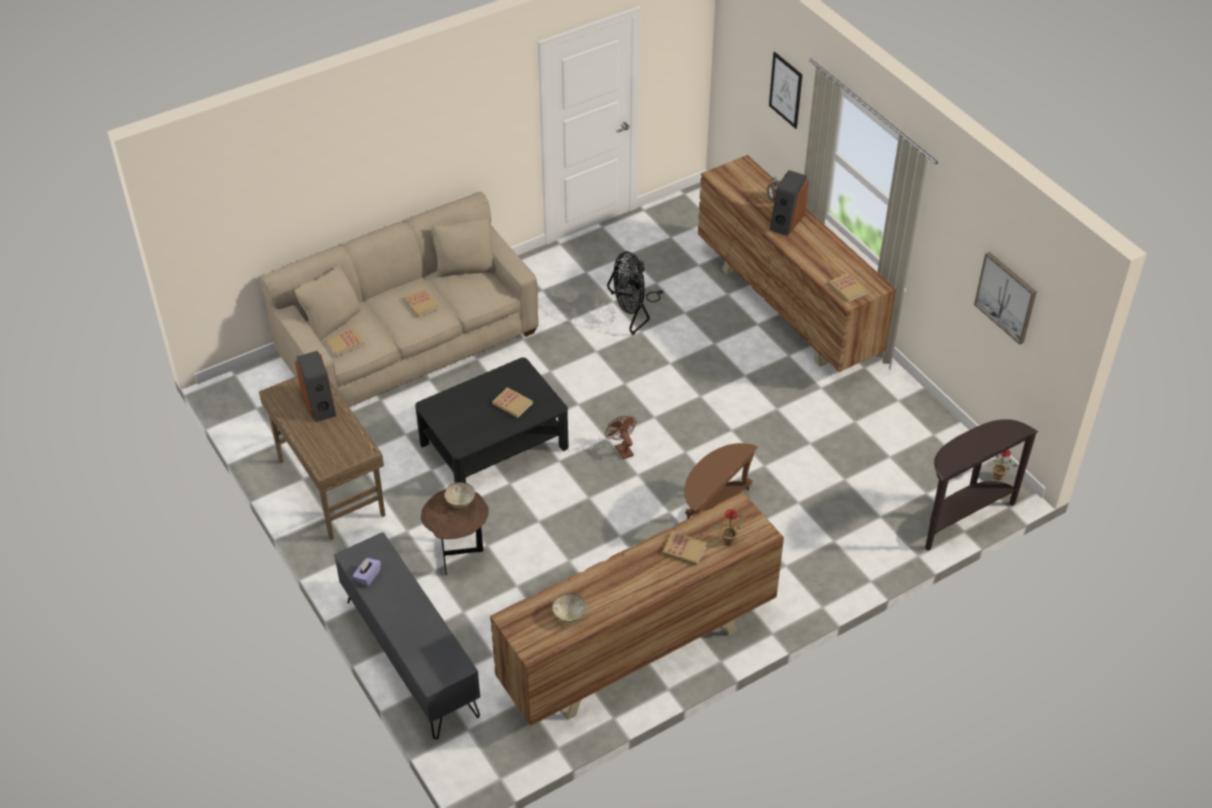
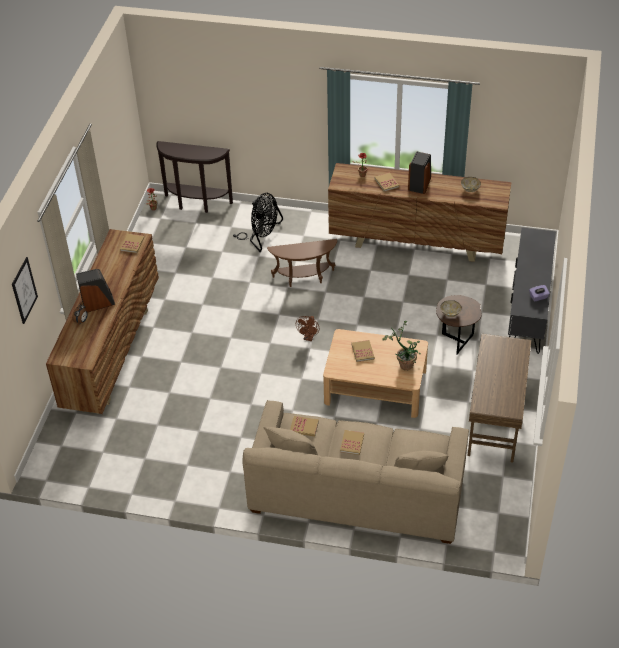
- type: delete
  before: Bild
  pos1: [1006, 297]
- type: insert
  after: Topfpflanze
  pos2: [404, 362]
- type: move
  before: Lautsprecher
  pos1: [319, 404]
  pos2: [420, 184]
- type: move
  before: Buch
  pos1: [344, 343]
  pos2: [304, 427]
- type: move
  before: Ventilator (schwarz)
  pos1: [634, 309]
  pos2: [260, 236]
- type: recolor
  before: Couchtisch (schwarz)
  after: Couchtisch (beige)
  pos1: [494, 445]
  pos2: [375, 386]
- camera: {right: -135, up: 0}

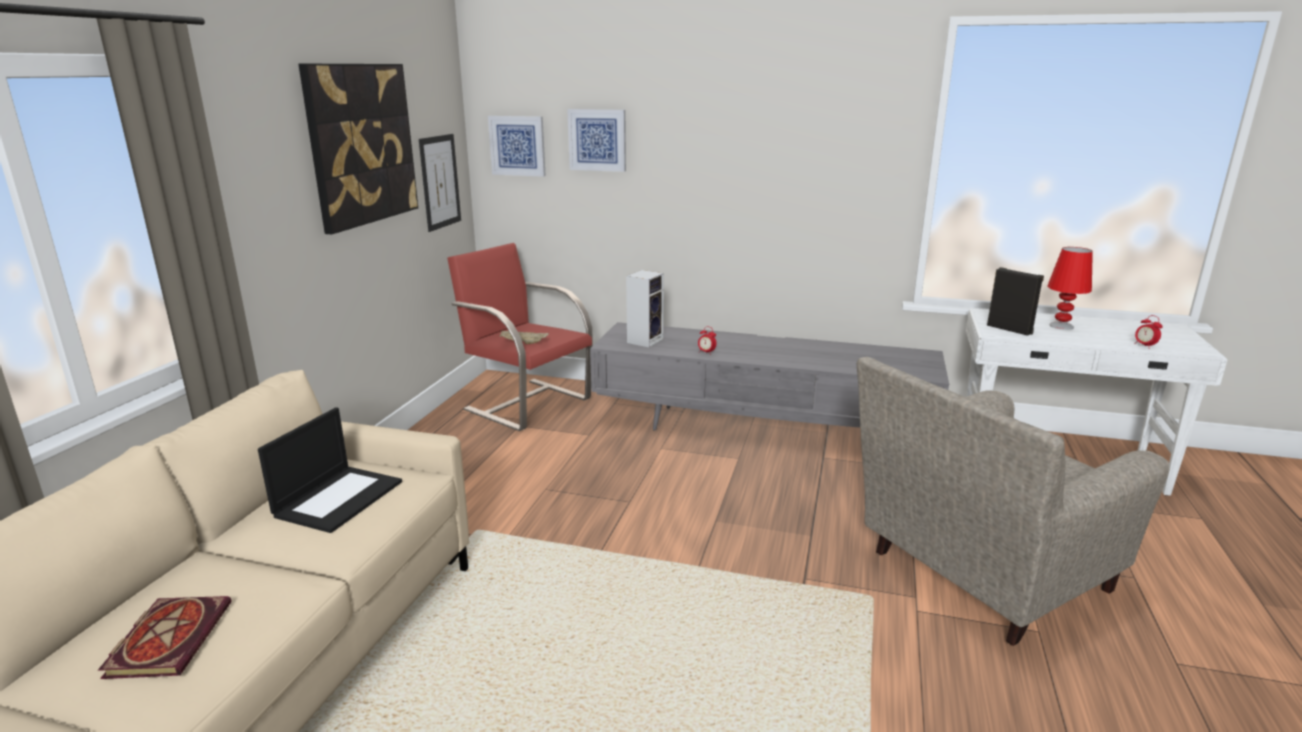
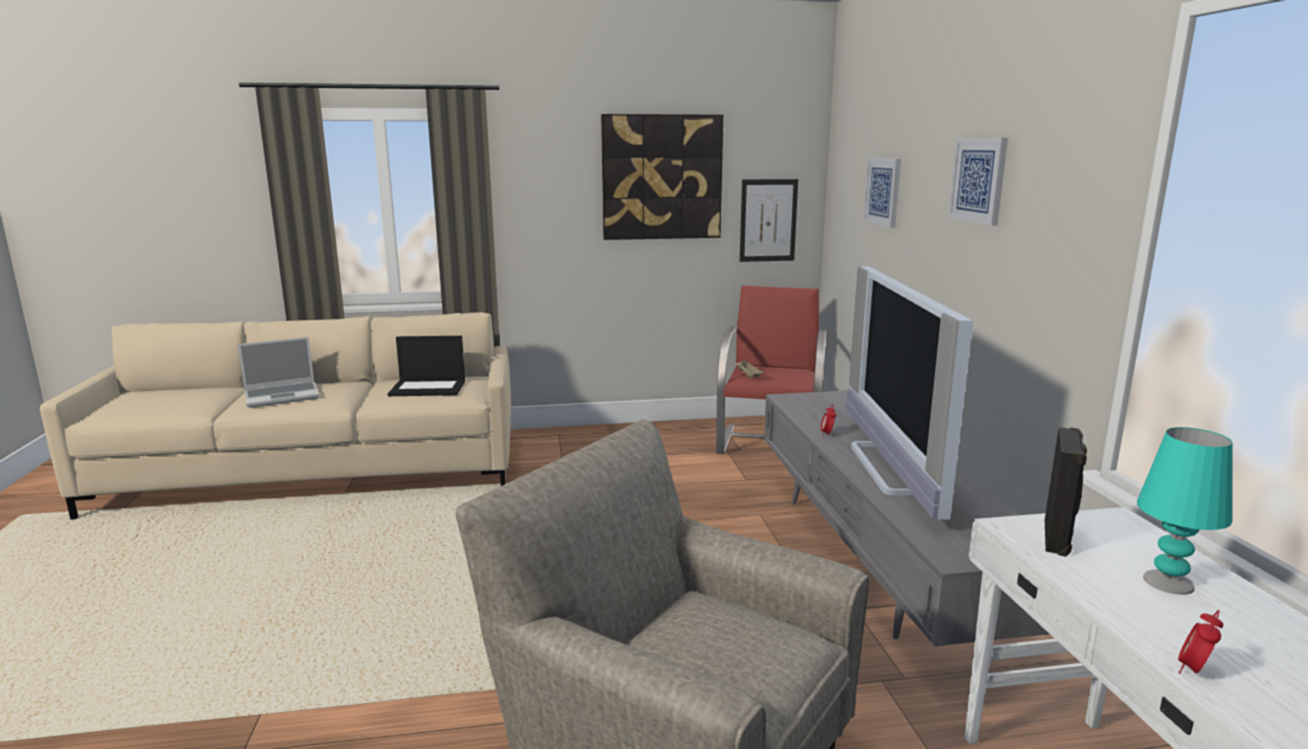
- type: delete
  before: Lautsprecher
  pos1: [645, 340]
- type: insert
  after: Fernseher
  pos2: [891, 468]
- type: move
  before: Bild
  pos1: [517, 146]
  pos2: [978, 180]
- type: replace
  before: Buch
  after: Laptop
  pos1: [169, 638]
  pos2: [283, 396]
- type: recolor
  before: Tischlampe (rot)
  after: Tischlampe (türkis)
  pos1: [1061, 326]
  pos2: [1167, 582]
- camera: {right: 65, up: -5}

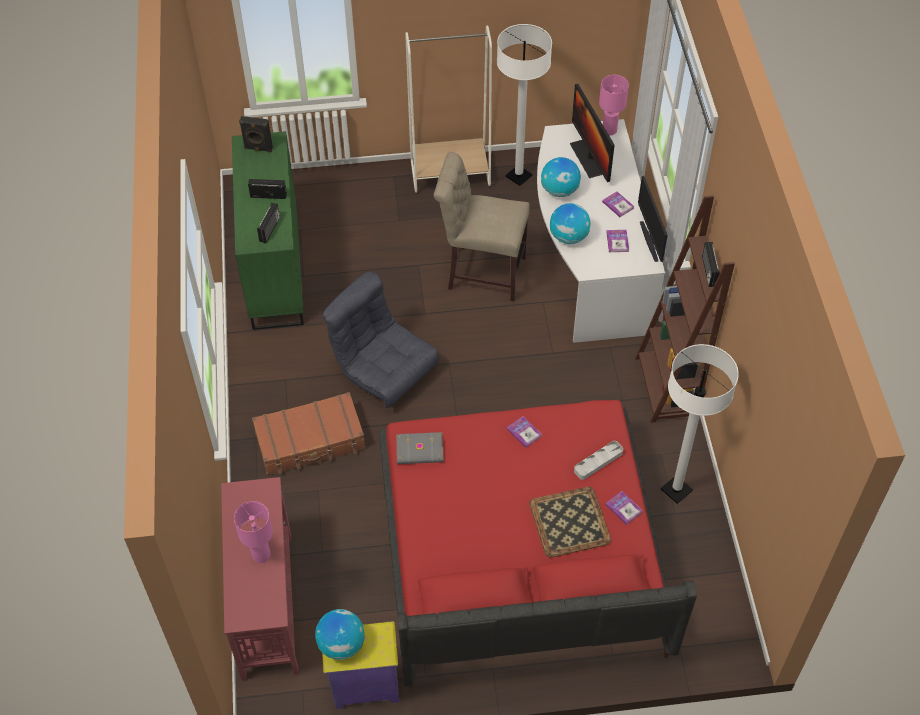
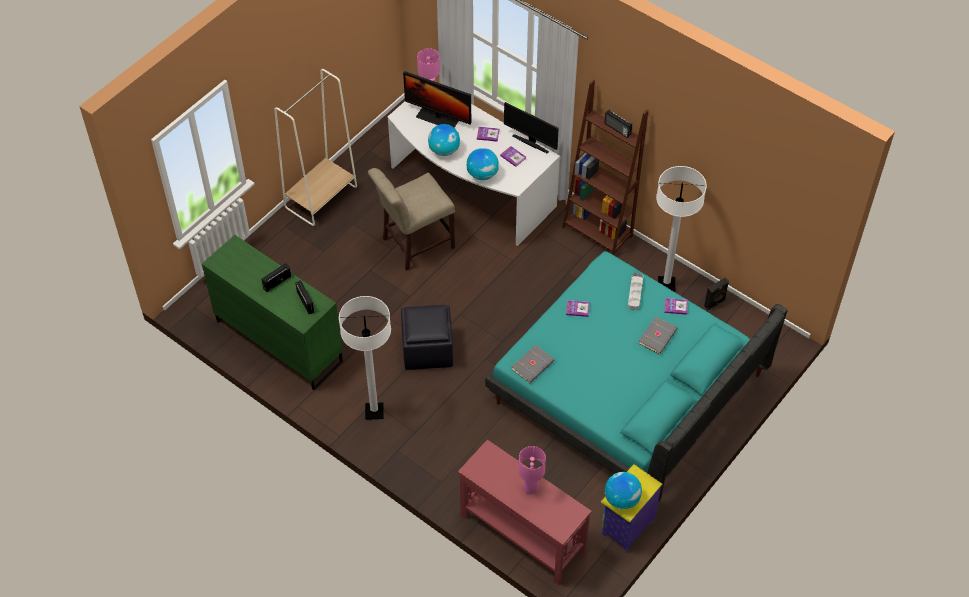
- type: delete
  before: Koffer (braun)
  pos1: [310, 441]
- type: move
  before: Lautsprecher (schwarz)
  pos1: [258, 149]
  pos2: [715, 303]
- type: move
  before: Stehlampe (weiß)
  pos1: [518, 176]
  pos2: [374, 411]
- type: replace
  before: Sessel (grau)
  after: Polsterhocker (schwarz)
  pos1: [384, 371]
  pos2: [427, 349]
- type: replace
  before: Tablett
  after: Buch (grau)
  pos1: [570, 522]
  pos2: [658, 337]
- type: recolor
  before: Bett (rot)
  after: Bett (türkis)
  pos1: [520, 557]
  pos2: [627, 389]
- camera: {right: -45, up: 0}

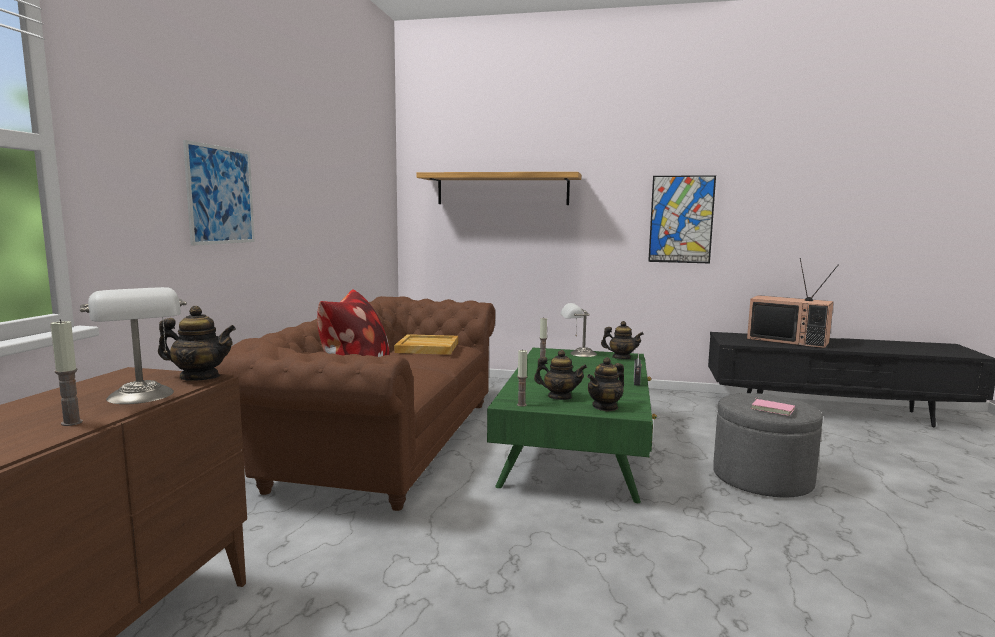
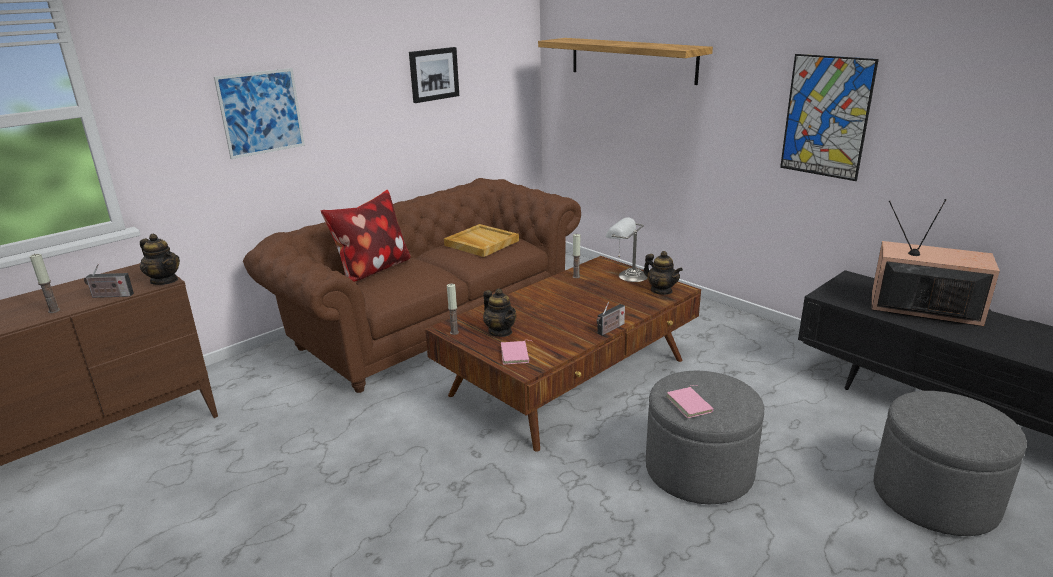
- type: insert
  after: Bild
  pos2: [433, 74]
- type: insert
  after: Polsterhocker (grau)
  pos2: [934, 497]
- type: replace
  before: Tischlampe (weiß)
  after: Radio
  pos1: [144, 398]
  pos2: [110, 296]
- type: replace
  before: Teekanne
  after: Buch (rosa)
  pos1: [605, 407]
  pos2: [516, 355]
- type: recolor
  before: Couchtisch (grün)
  after: Couchtisch (braun)
  pos1: [577, 449]
  pos2: [570, 377]
- type: rotate
  before: Fernseher
  pos1: [789, 341]
  pos2: [923, 309]
  turn: 135
- camera: {right: 35, up: 15}

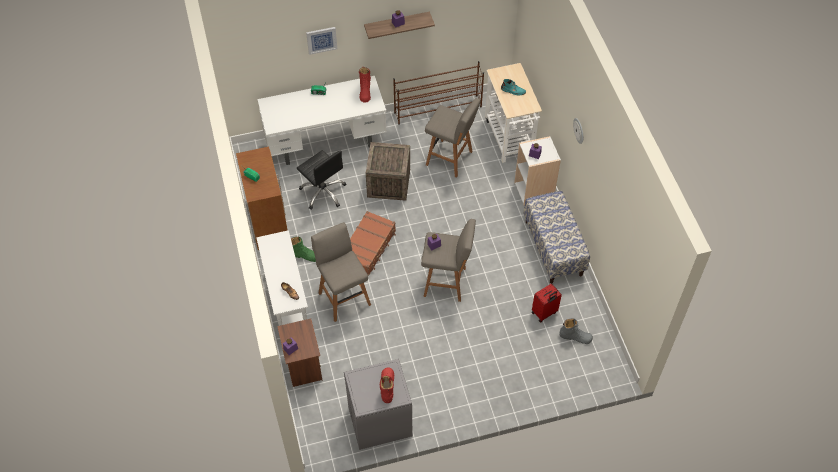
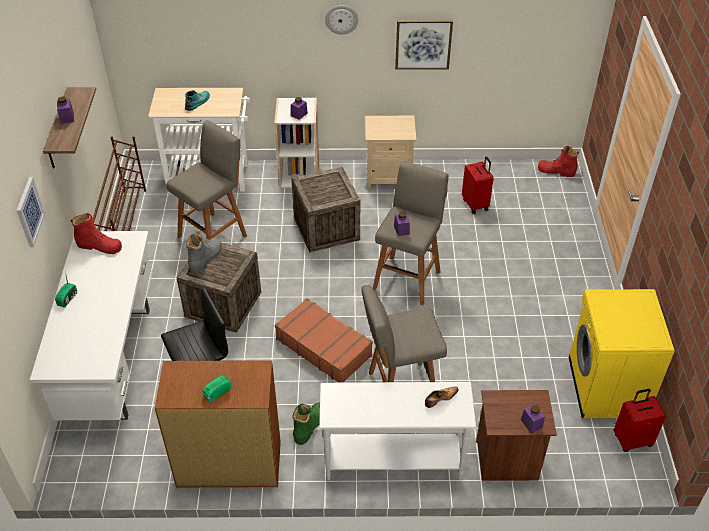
- type: insert
  after: Kiste
  pos2: [326, 228]
- type: insert
  after: Bild
  pos2: [423, 44]
- type: insert
  after: Koffer (rot)
  pos2: [632, 439]
- type: move
  before: Stiefel (rot)
  pos1: [387, 386]
  pos2: [556, 171]
- type: move
  before: Stiefel (grau)
  pos1: [575, 337]
  pos2: [205, 258]
- type: replace
  before: Bank
  after: Nachttisch (beige)
  pos1: [553, 248]
  pos2: [388, 177]
- type: recolor
  before: Waschmaschine (grau)
  after: Waschmaschine (gelb)
  pos1: [379, 420]
  pos2: [604, 388]
- camera: {right: -75, up: -10}

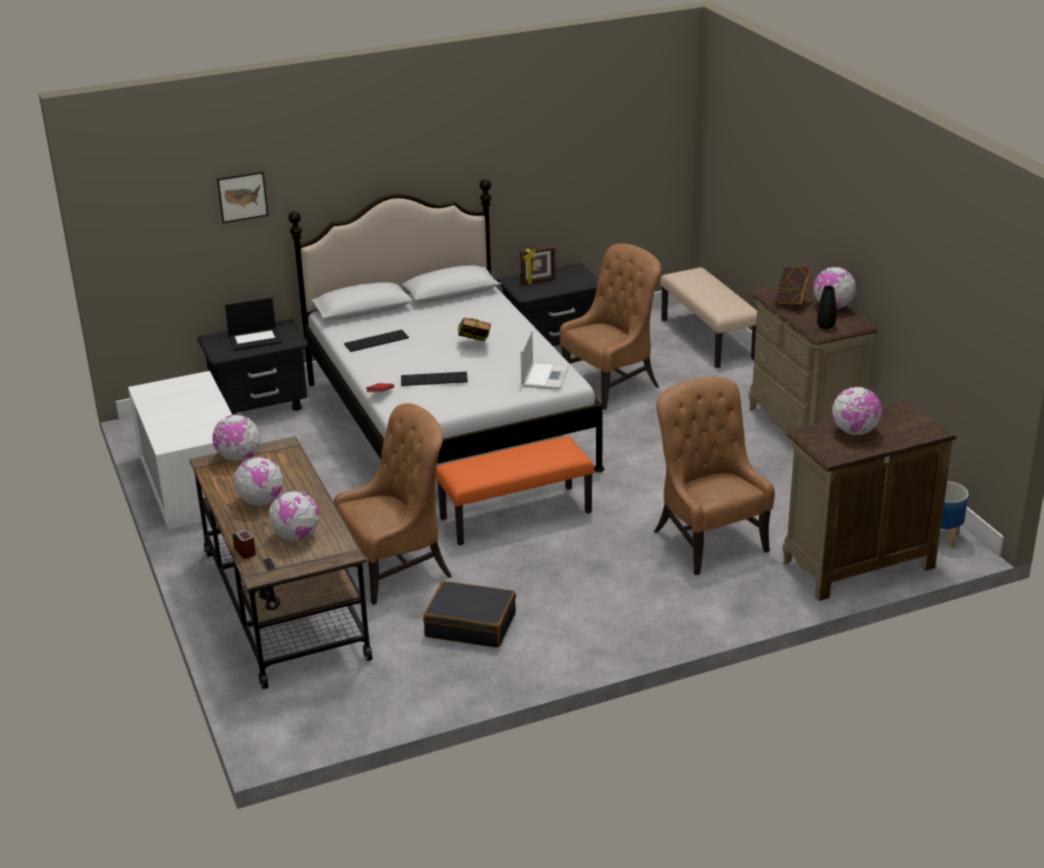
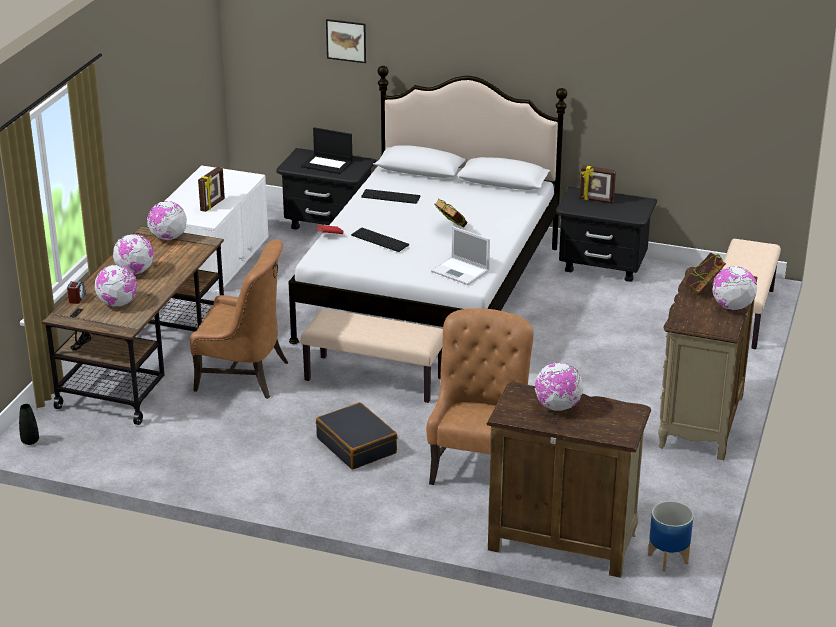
- type: delete
  before: Stuhl (braun)
  pos1: [611, 384]
- type: insert
  after: Bilderrahmen
  pos2: [213, 205]
- type: move
  before: Koffer (schwarz)
  pos1: [471, 625]
  pos2: [357, 445]
- type: move
  before: Vase (schwarz)
  pos1: [825, 326]
  pos2: [30, 441]
- type: recolor
  before: Bank (orange)
  after: Bank (beige)
  pos1: [516, 515]
  pos2: [375, 379]
- type: rotate
  before: Laptop
  pos1: [545, 376]
  pos2: [461, 271]
  turn: 75
- camera: {right: 40, up: 0}

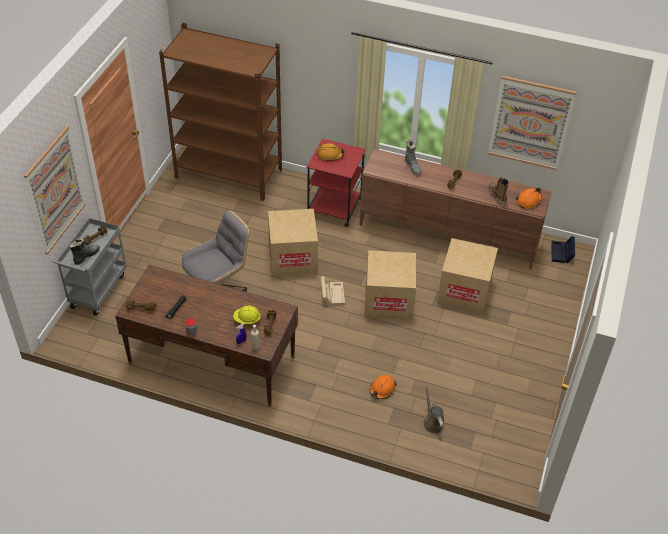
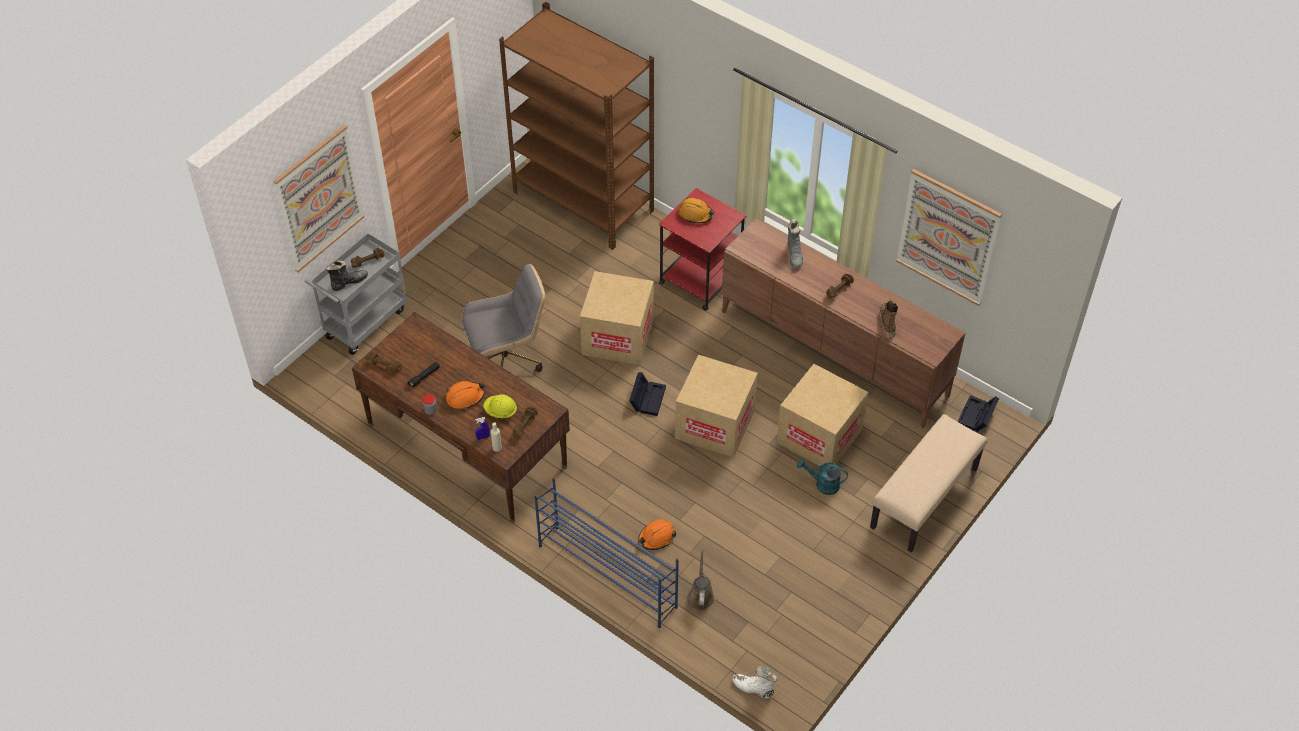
- type: insert
  after: Schuhregal (blau)
  pos2: [607, 575]
- type: insert
  after: Stiefel (weiß)
  pos2: [753, 688]
- type: insert
  after: Gießkanne (türkis)
  pos2: [822, 484]
- type: insert
  after: Bank (beige)
  pos2: [924, 498]
- type: move
  before: Schutzhelm (orange)
  pos1: [528, 201]
  pos2: [465, 397]
- type: recolor
  before: Aufbewahrungsbox (beige)
  after: Aufbewahrungsbox (schwarz)
  pos1: [332, 294]
  pos2: [647, 398]
- camera: {right: 20, up: 5}

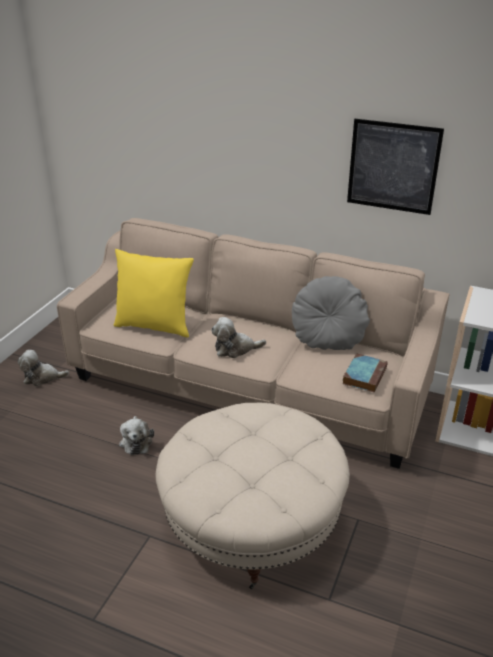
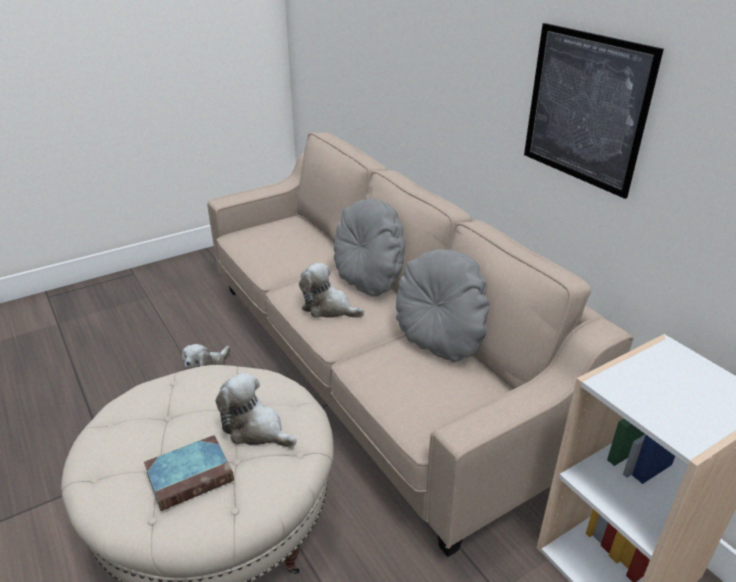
- type: delete
  before: Kissen (gelb)
  pos1: [154, 326]
- type: insert
  after: Kissen (grau)
  pos2: [368, 283]
- type: move
  before: Plüschtier
  pos1: [42, 377]
  pos2: [256, 429]
- type: move
  before: Buch
  pos1: [364, 375]
  pos2: [191, 475]
- camera: {right: 35, up: 0}

